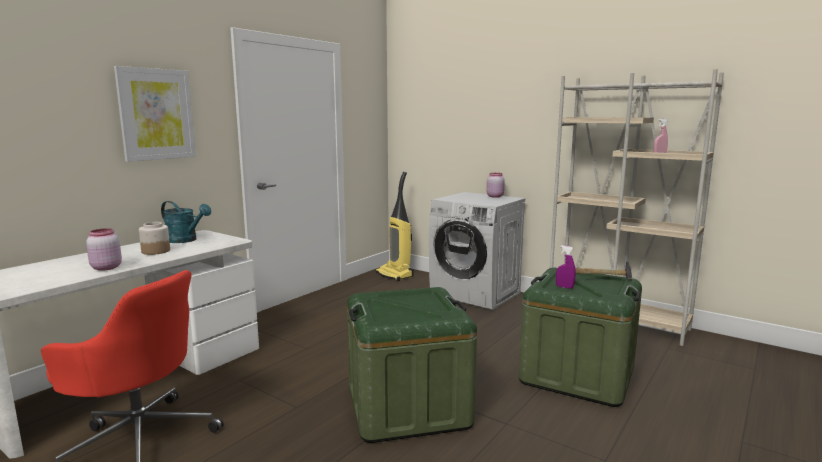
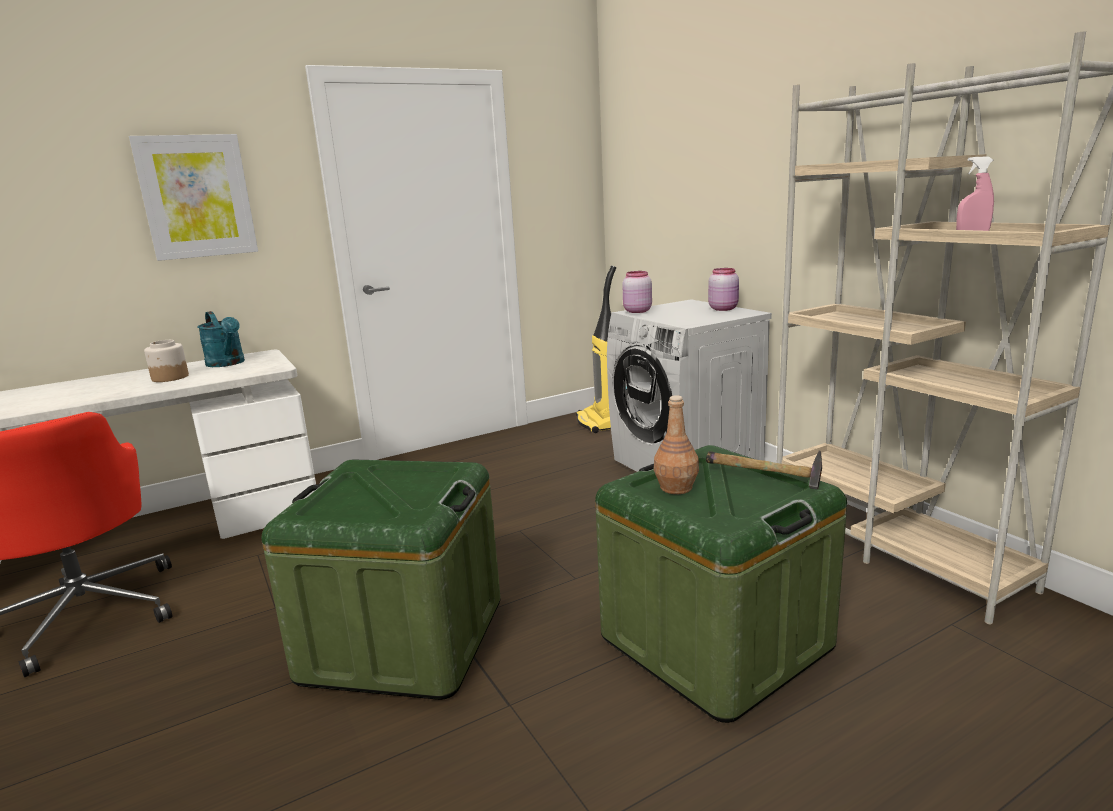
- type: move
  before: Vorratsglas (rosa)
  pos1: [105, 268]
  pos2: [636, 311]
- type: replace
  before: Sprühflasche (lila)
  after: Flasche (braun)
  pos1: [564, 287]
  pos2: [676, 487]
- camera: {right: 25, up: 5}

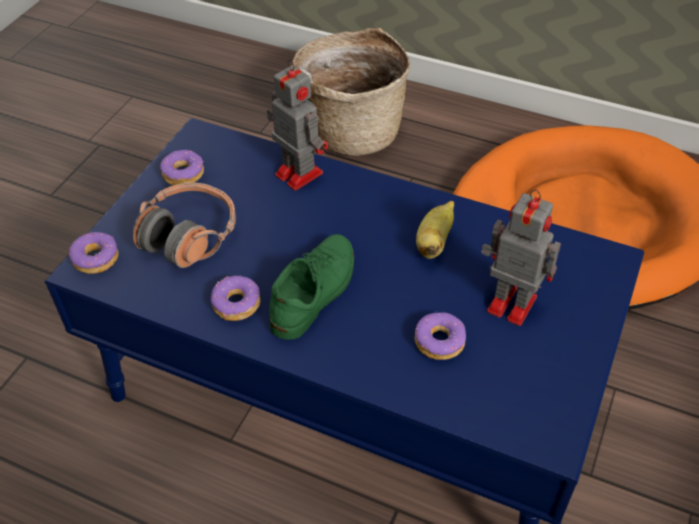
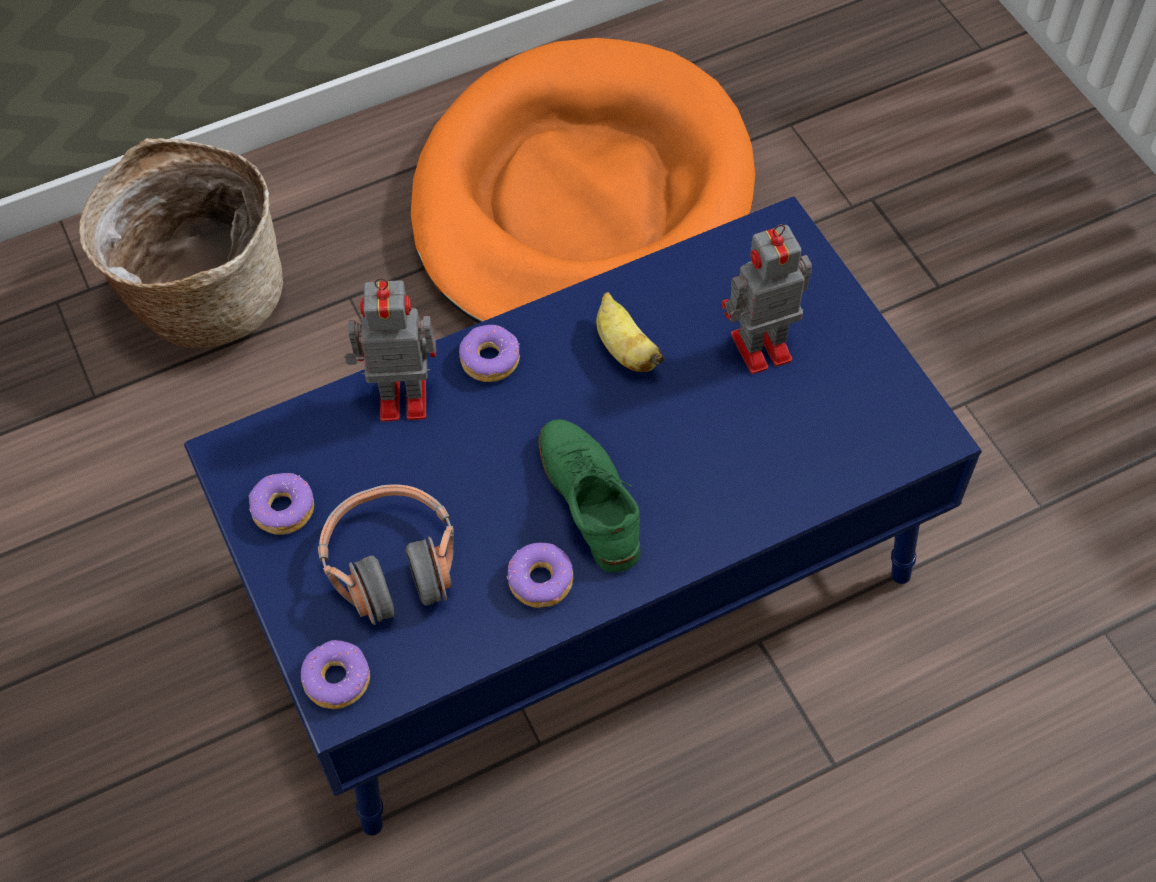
- type: move
  before: Donut
  pos1: [439, 341]
  pos2: [490, 359]
- camera: {right: -50, up: 10}

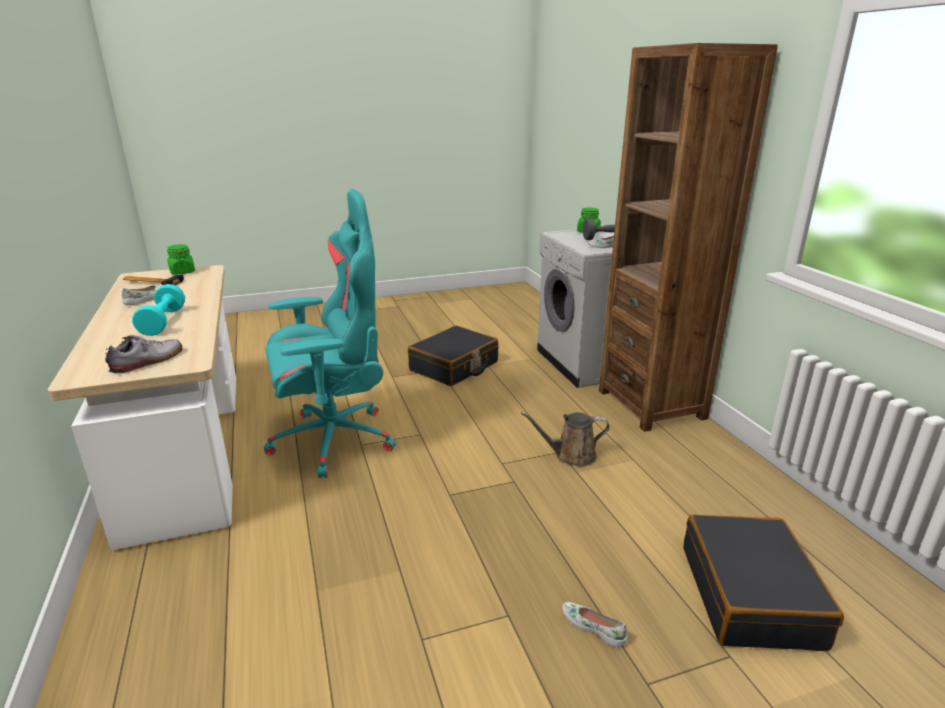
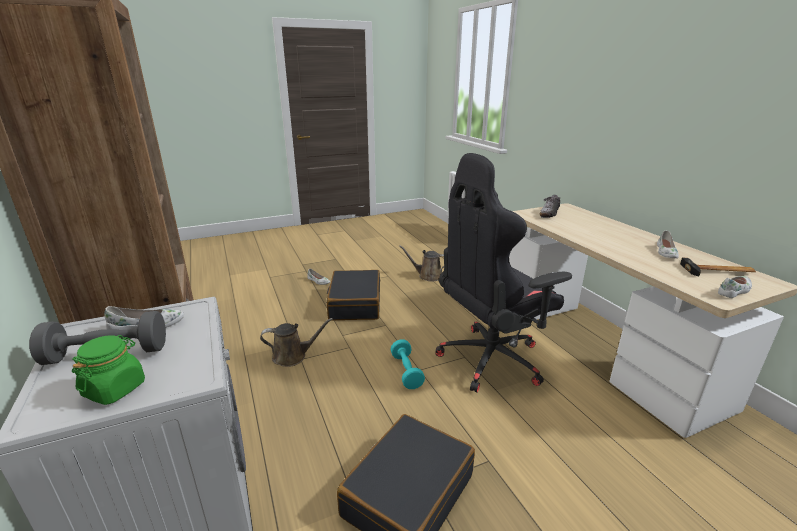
- type: insert
  after: Gießkanne (braun)
  pos2: [428, 276]
- type: move
  before: Hantel (türkis)
  pos1: [163, 322]
  pos2: [406, 371]
- type: move
  before: Koffer (schwarz)
  pos1: [750, 595]
  pos2: [355, 304]
- type: replace
  before: Vorratsglas (grün)
  after: Schuh (weiß)
  pos1: [182, 272]
  pos2: [734, 291]
- type: recolor
  before: Bürostuhl (türkis)
  after: Bürostuhl (schwarz)
  pos1: [331, 441]
  pos2: [491, 359]
- camera: {right: 175, up: 0}

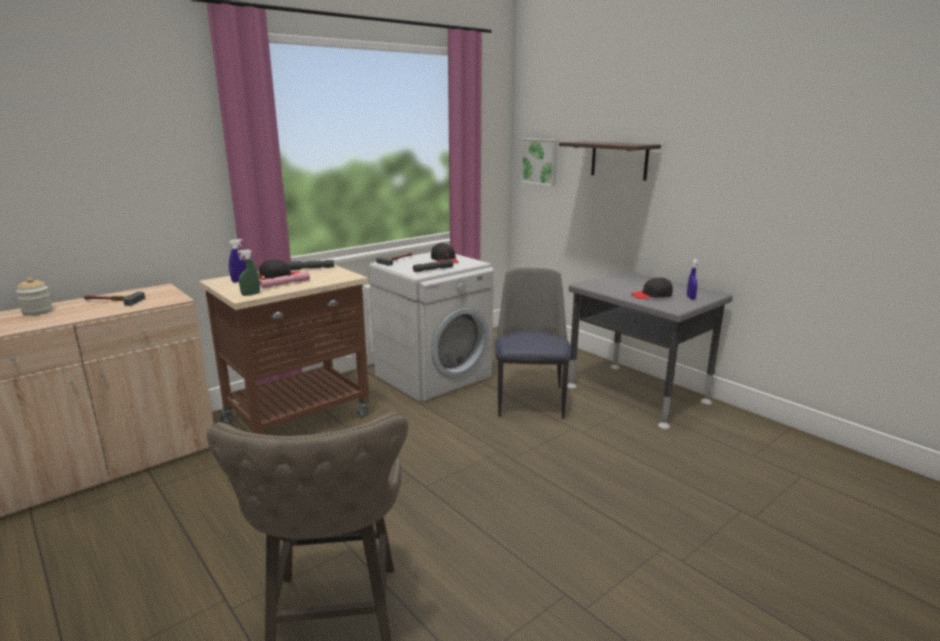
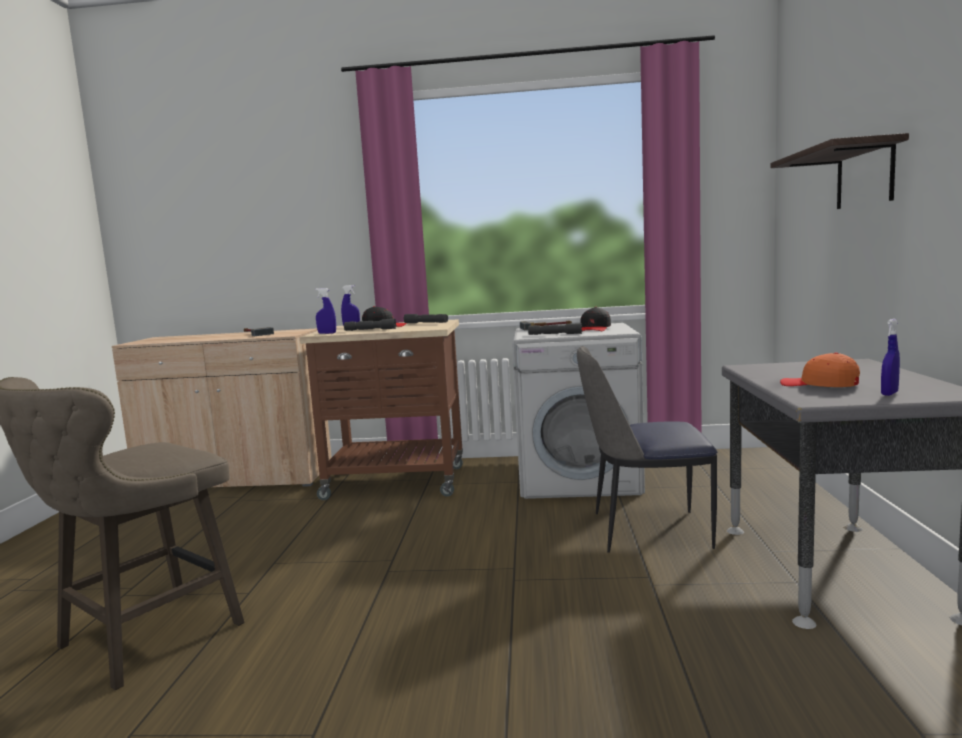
- type: delete
  before: Vorratsglas
  pos1: [37, 312]
- type: delete
  before: Bild
  pos1: [540, 161]
- type: recolor
  before: Sprühflasche (grün)
  after: Sprühflasche (blau)
  pos1: [251, 294]
  pos2: [327, 333]
- type: recolor
  before: Taschenlampe (rosa)
  after: Taschenlampe (grau)
  pos1: [285, 284]
  pos2: [370, 330]
- type: recolor
  before: Kappe (schwarz)
  after: Kappe (orange)
  pos1: [651, 295]
  pos2: [819, 385]
- type: rotate
  before: Stuhl
  pos1: [530, 400]
  pos2: [646, 530]
  turn: -135
- camera: {right: 45, up: -10}

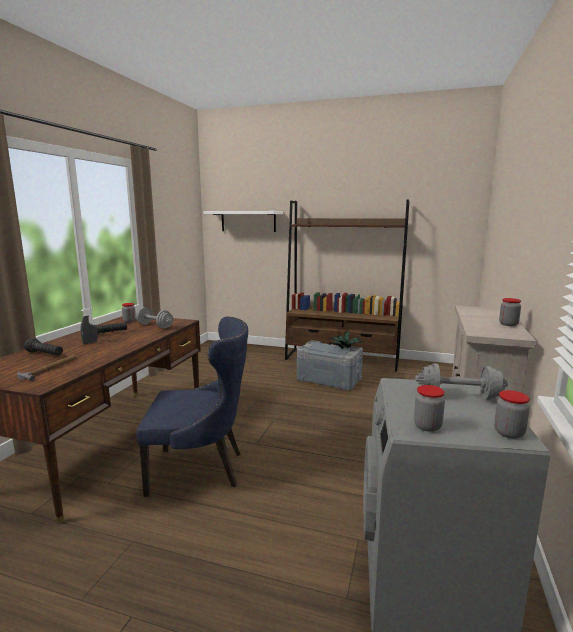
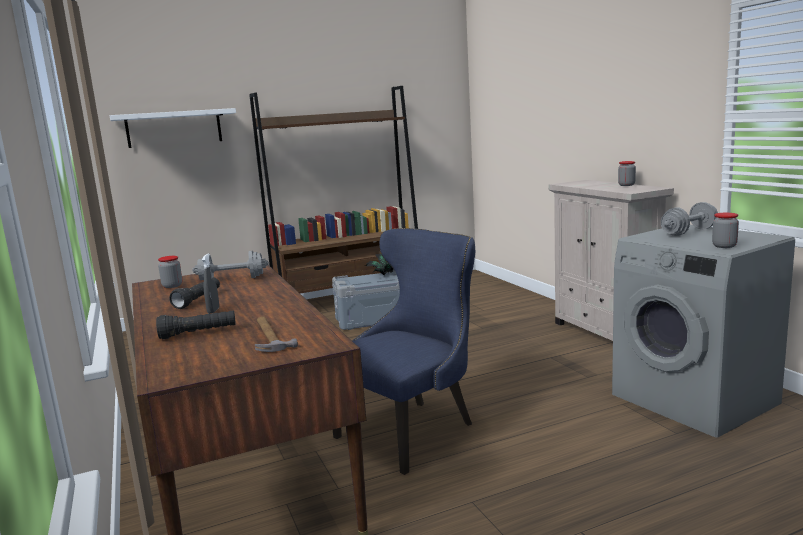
- type: delete
  before: Vorratsglas
  pos1: [509, 433]
- camera: {right: -40, up: 0}

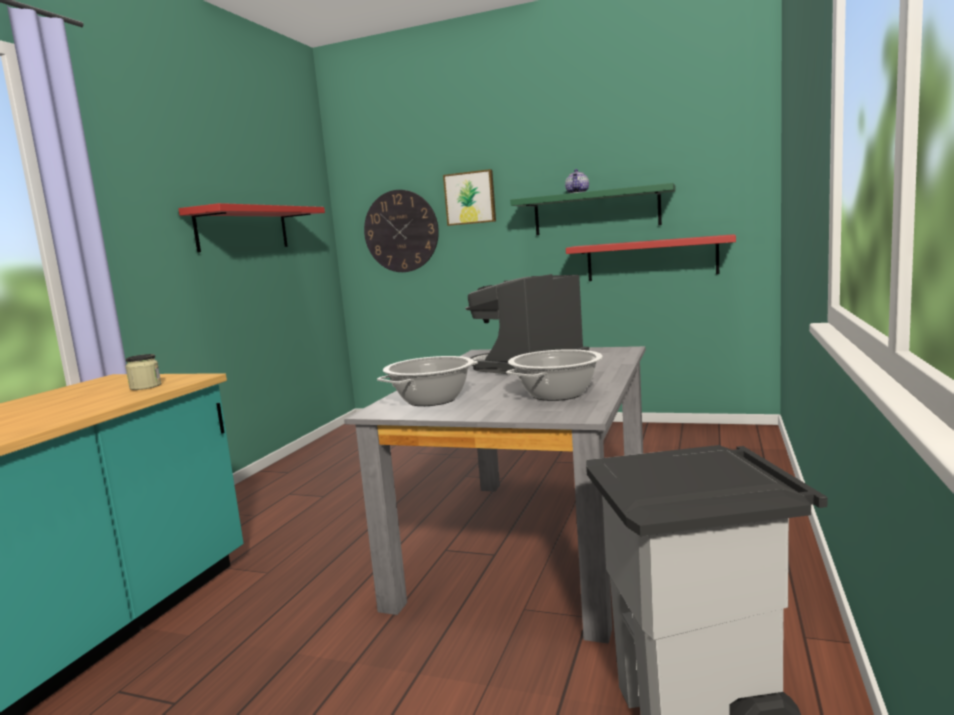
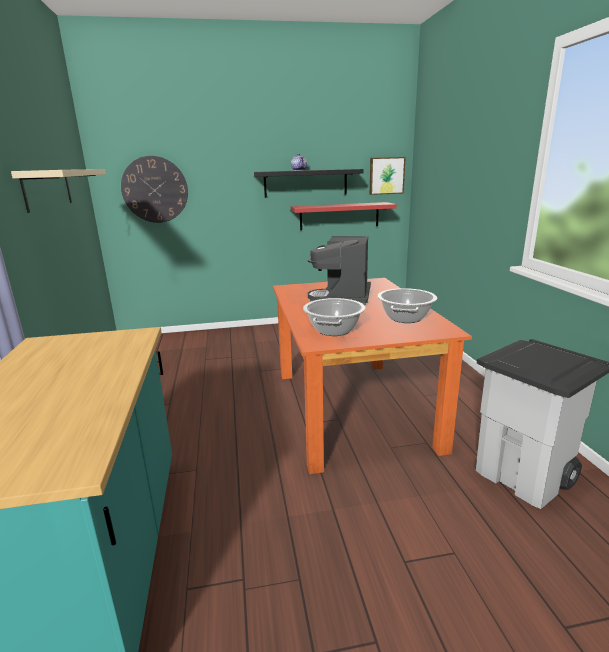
- type: delete
  before: Vorratsglas
  pos1: [145, 386]
- type: move
  before: Bild
  pos1: [470, 198]
  pos2: [386, 175]
- type: recolor
  before: Wandregal (rot)
  after: Wandregal (beige)
  pos1: [243, 229]
  pos2: [47, 189]
- type: recolor
  before: Esstisch (grau)
  after: Esstisch (orange)
  pos1: [532, 545]
  pos2: [353, 408]
- type: recolor
  before: Wandregal (grün)
  after: Wandregal (schwarz)
  pos1: [596, 211]
  pos2: [305, 183]
- camera: {right: -30, up: 10}

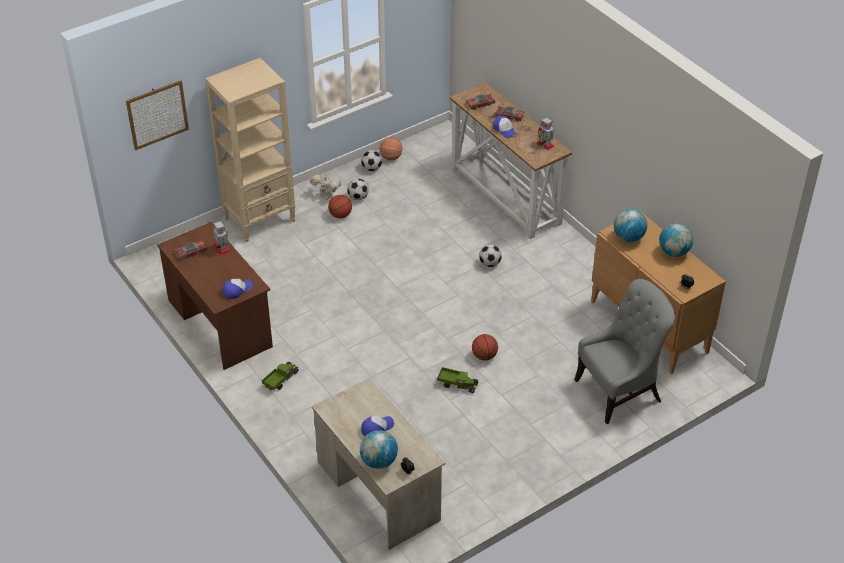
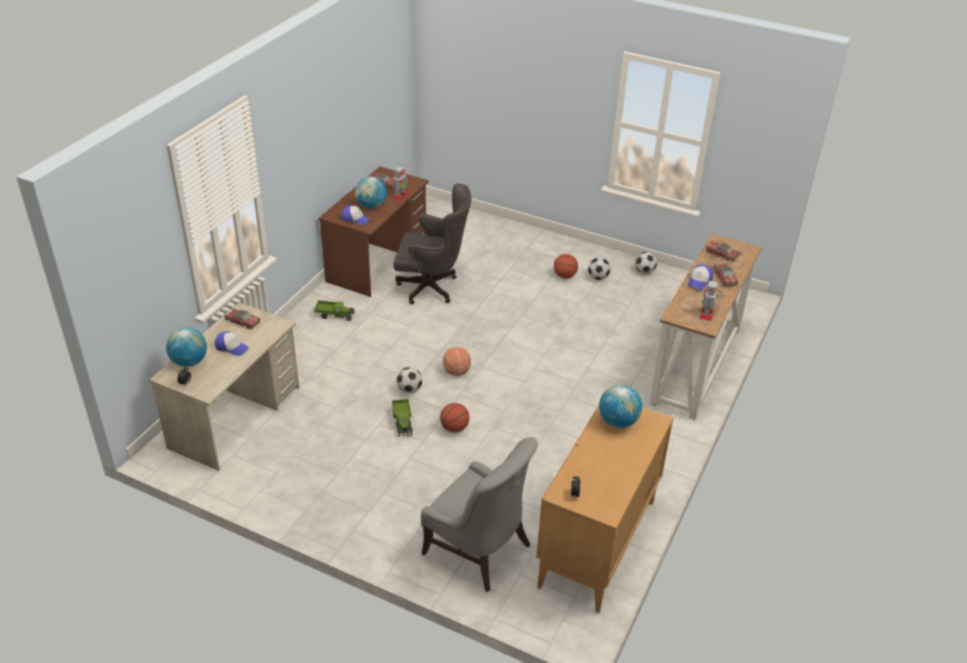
- type: delete
  before: Bild
  pos1: [157, 114]
- type: delete
  before: Bücherregal (beige)
  pos1: [260, 219]
- type: delete
  before: Spielzeugroboter
  pos1: [326, 196]
- type: insert
  after: Spielzeugauto
  pos2: [243, 321]
- type: insert
  after: Bürostuhl (grau)
  pos2: [432, 288]
- type: move
  before: Basketball
  pos1: [391, 157]
  pos2: [456, 371]
- type: move
  before: Fußball
  pos1: [490, 263]
  pos2: [409, 389]
- type: move
  before: Globus
  pos1: [674, 252]
  pos2: [371, 206]
- camera: {right: 60, up: -5}

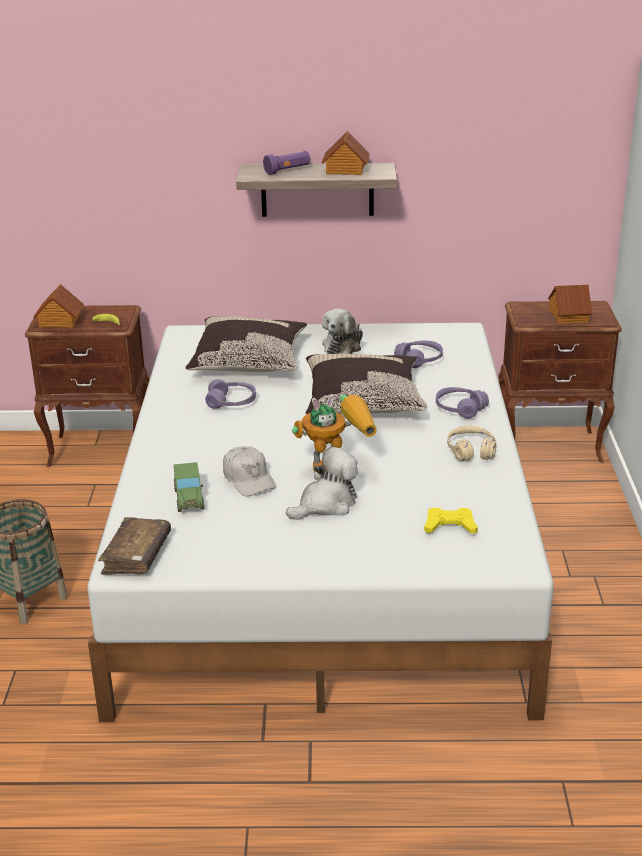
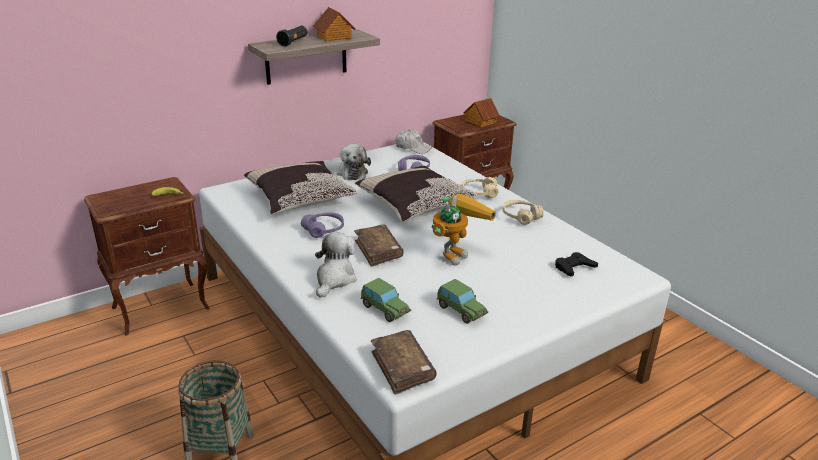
- type: delete
  before: Spielzeughaus
  pos1: [59, 321]
- type: insert
  after: Buch (braun)
  pos2: [378, 251]
- type: insert
  after: Spielzeugauto
  pos2: [460, 310]
- type: move
  before: Kappe (weiß)
  pos1: [249, 479]
  pos2: [413, 148]
- type: move
  before: Plüschtier
  pos1: [326, 504]
  pos2: [334, 279]
- type: recolor
  before: Taschenlampe (lila)
  after: Taschenlampe (schwarz)
  pos1: [287, 170]
  pos2: [293, 42]
- type: recolor
  before: Gamepad (gelb)
  after: Gamepad (schwarz)
  pos1: [449, 526]
  pos2: [574, 268]
- type: recolor
  before: Kopfhörer (lila)
  after: Kopfhörer (beige)
  pos1: [460, 409]
  pos2: [479, 193]
- camera: {right: -35, up: 0}

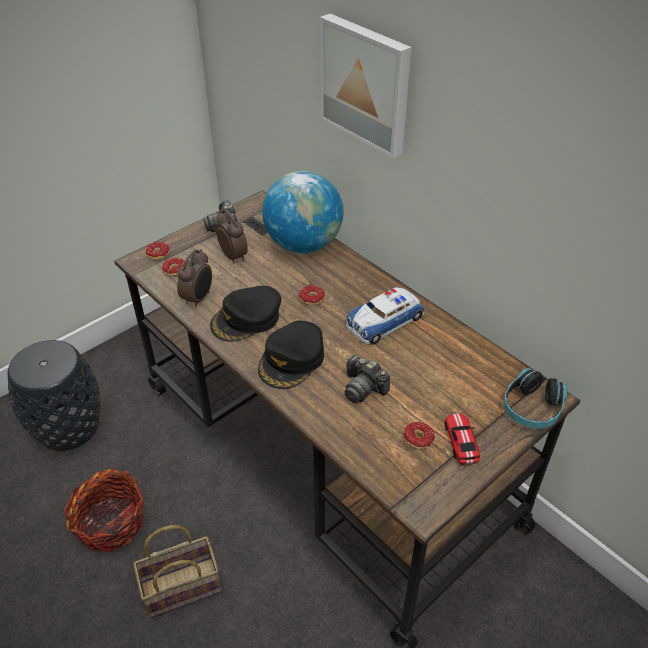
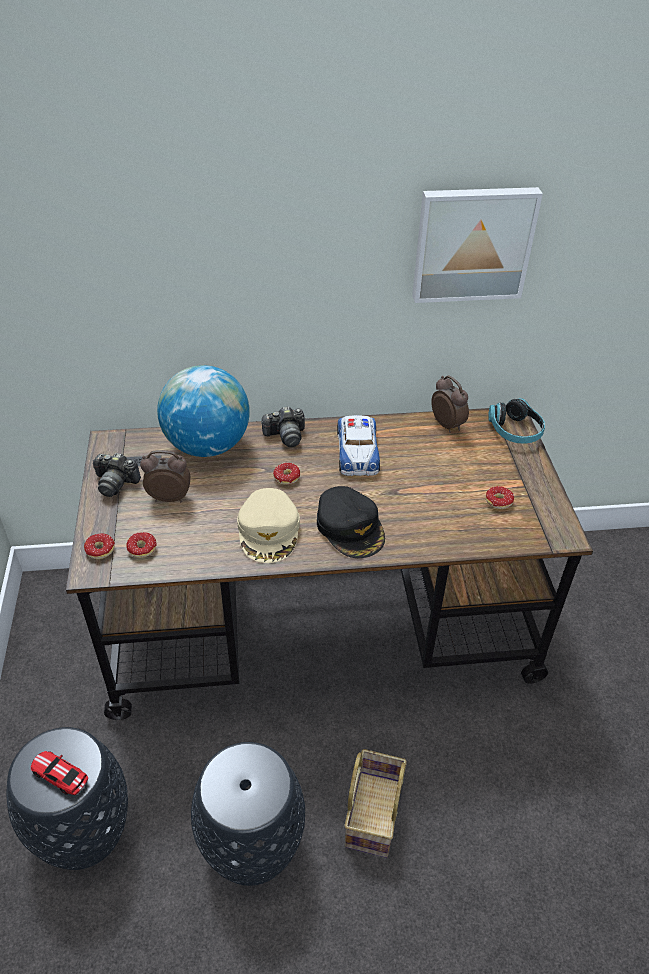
- type: move
  before: Wecker
  pos1: [198, 299]
  pos2: [447, 424]
- type: move
  before: Bild
  pos1: [366, 84]
  pos2: [472, 243]
- type: move
  before: Kamera
  pos1: [363, 388]
  pos2: [285, 436]
- type: move
  before: Spielzeugauto
  pos1: [461, 442]
  pos2: [60, 776]
- type: replace
  before: Korb
  after: Hocker (schwarz)
  pos1: [111, 523]
  pos2: [251, 844]
- type: recolor
  before: Kappe (schwarz)
  after: Kappe (beige)
  pos1: [247, 319]
  pos2: [269, 531]
- camera: {right: -55, up: 0}

